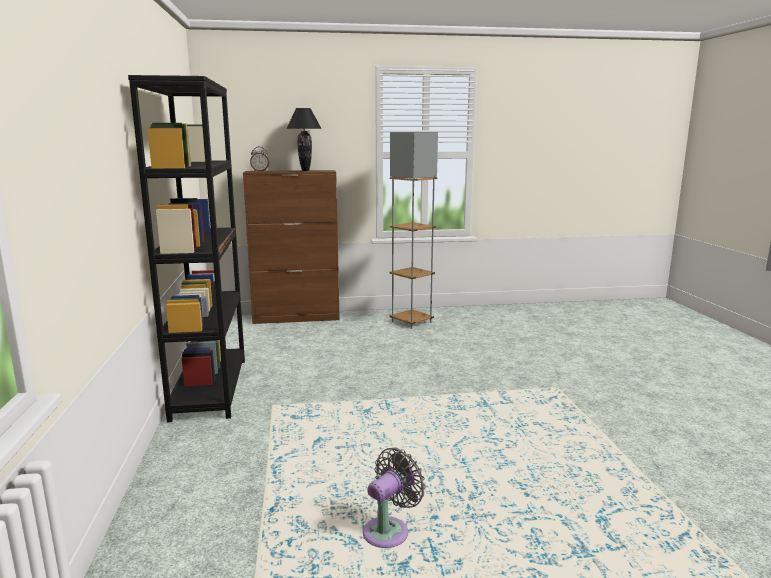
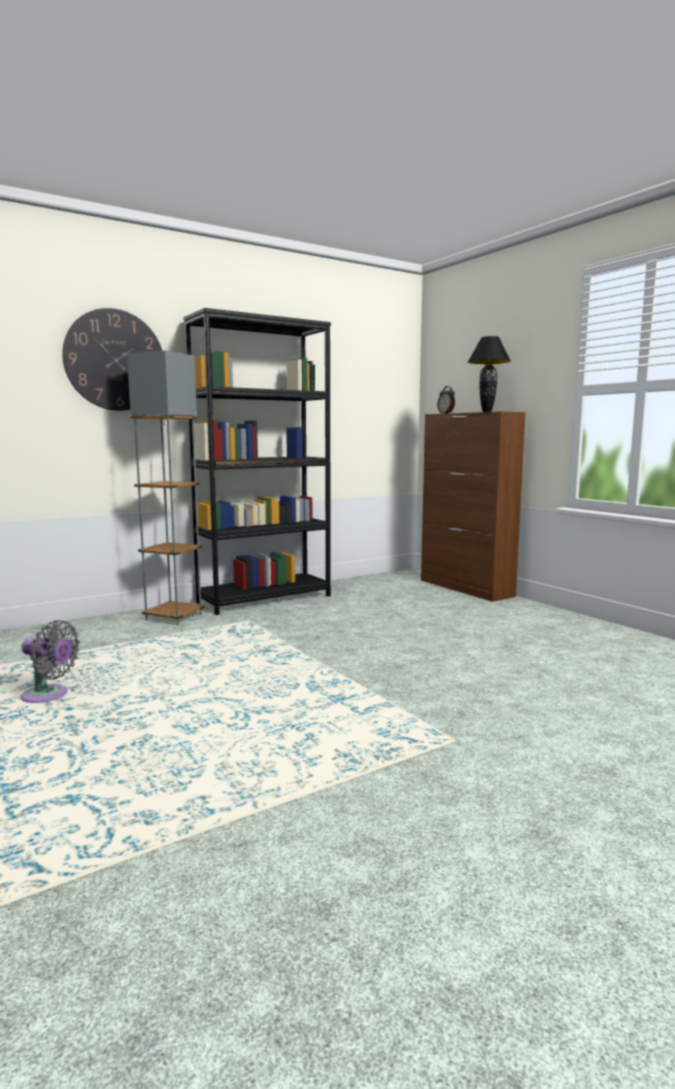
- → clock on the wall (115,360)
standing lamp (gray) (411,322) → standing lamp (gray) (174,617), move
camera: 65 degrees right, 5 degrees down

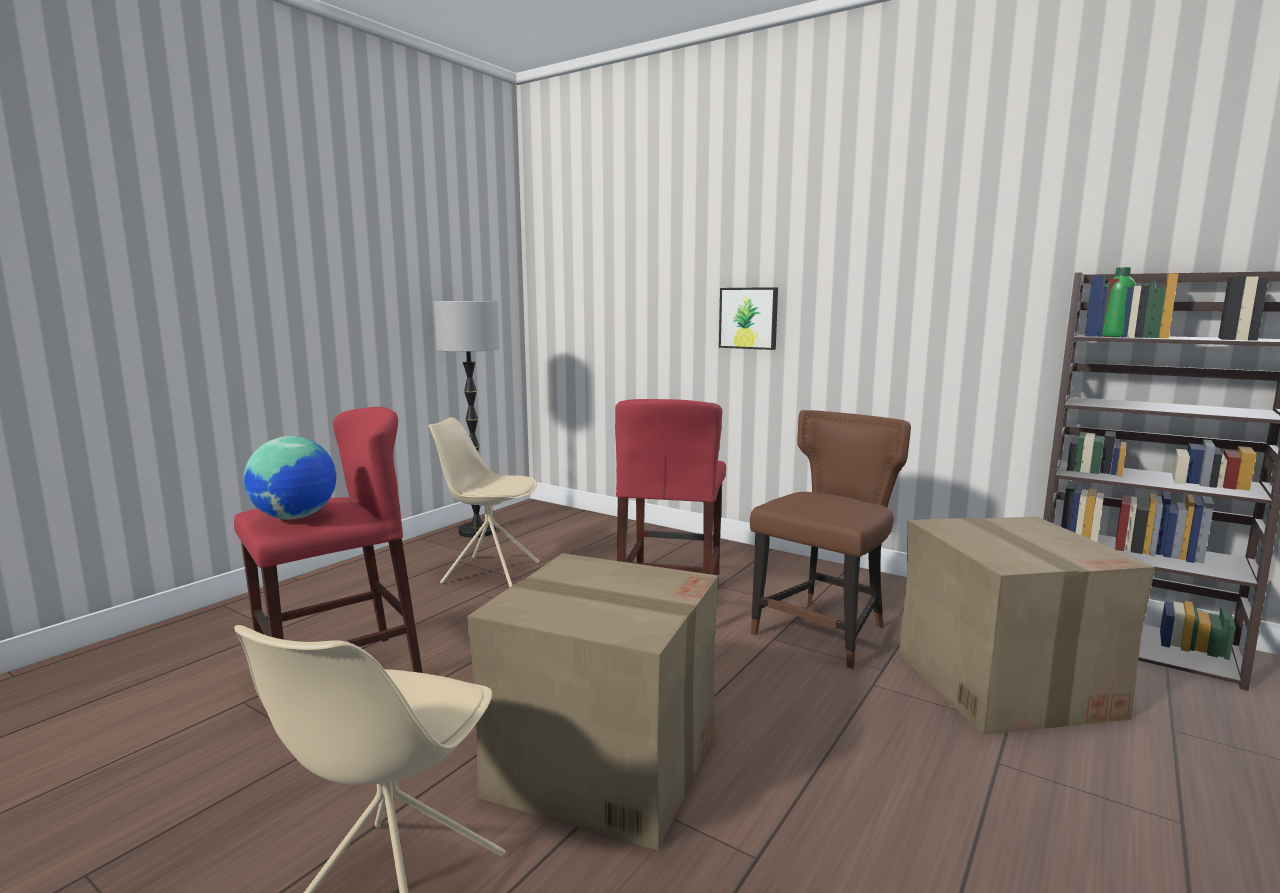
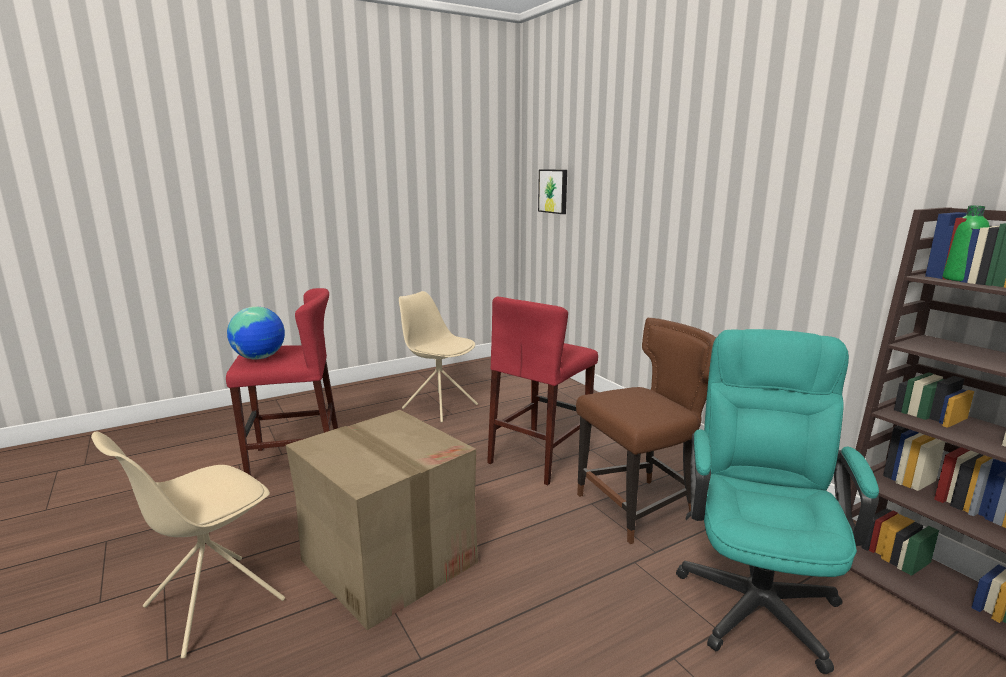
standing lamp (477,531) → -
wall picture (749,318) → wall picture (554,191), move
packing box (1003,682) → office chair (turquoise-coloured) (756,594)
camera: 25 degrees right, 5 degrees up

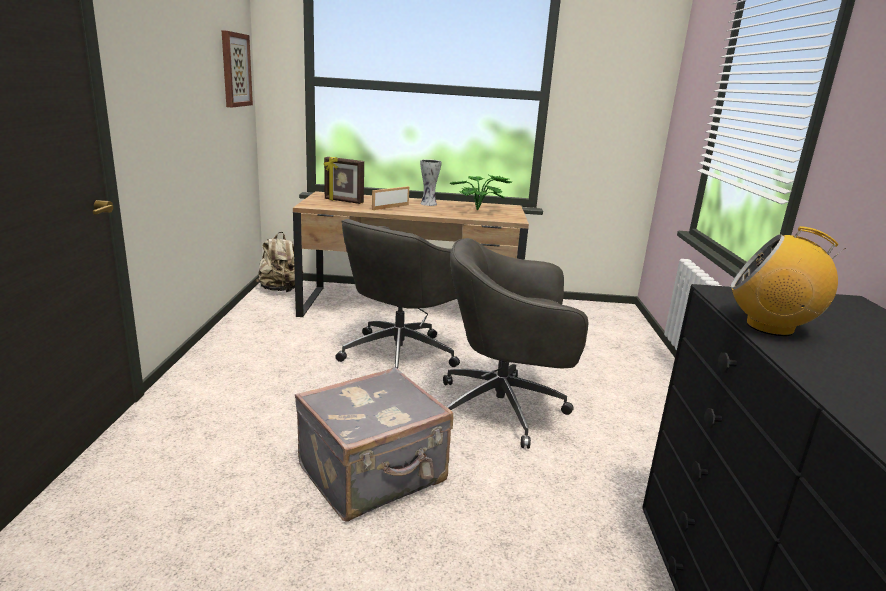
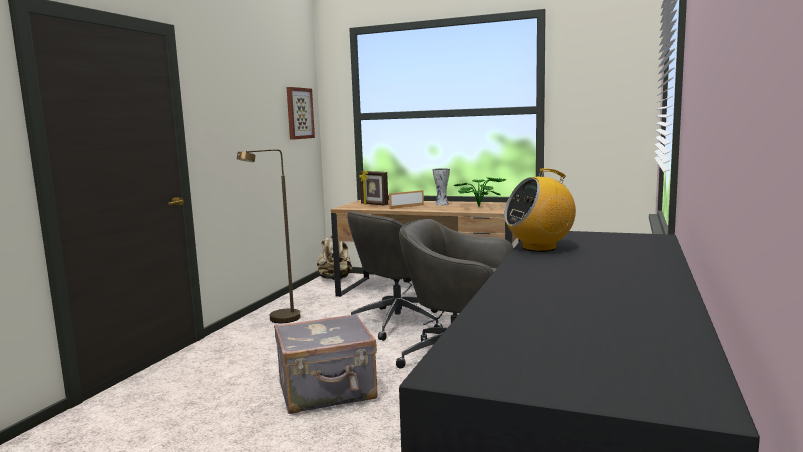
- → standing lamp (brown) (279,321)
radio receiver (770,327) → radio receiver (539,248), 60 degrees counterclockwise
camera: 20 degrees right, 10 degrees down

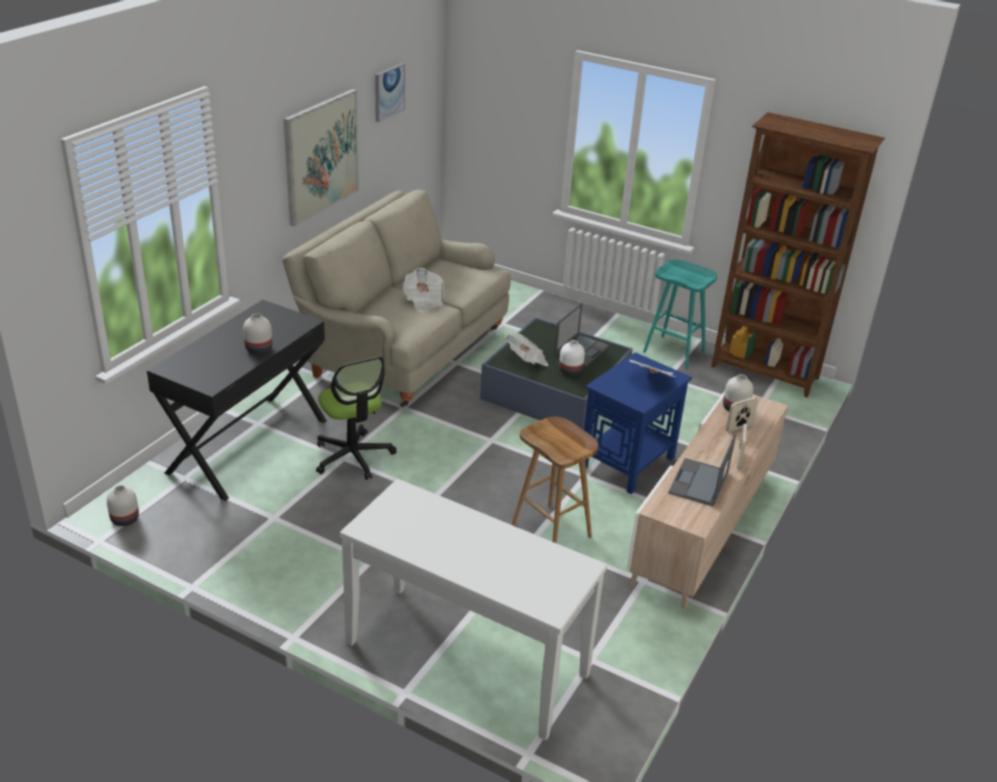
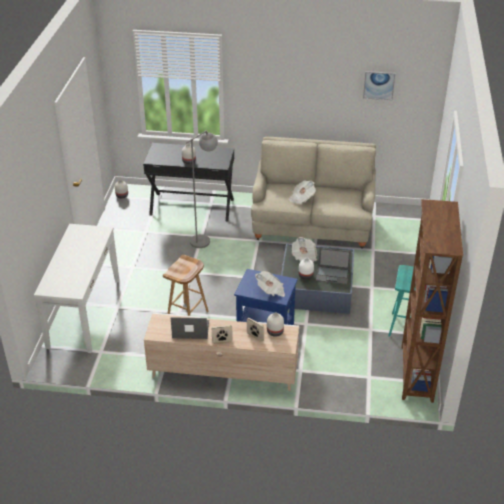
wall picture (321,156) → -
office chair (353,456) → standing lamp (gray) (204,238)
camera: 70 degrees right, 5 degrees up

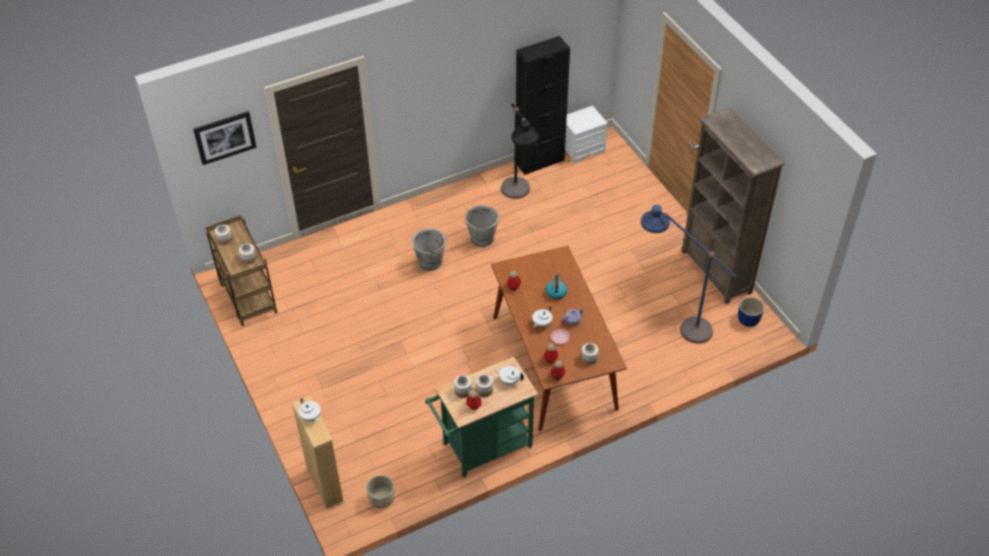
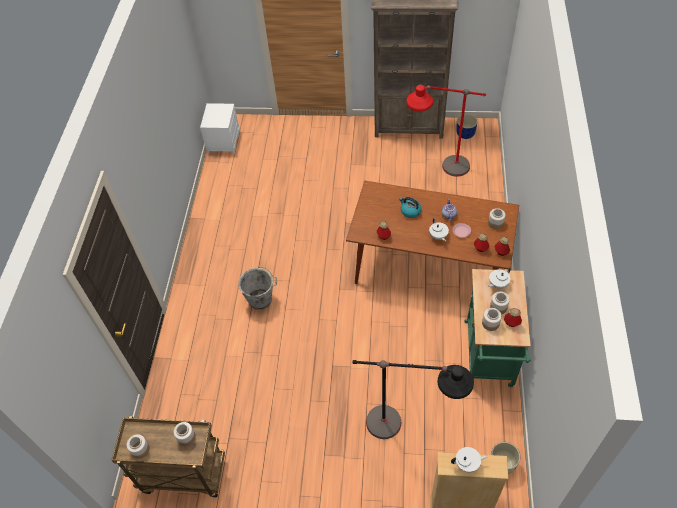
wall picture (225,137) → -
water bucket (gray) (482,239) → -
storage cabinet (black) (539,161) → -
standing lamp (black) (518,203) → standing lamp (black) (407,431), move
standing lamp (blue-coloured) (674,322) → standing lamp (red) (439,174)
camera: 55 degrees left, 5 degrees up

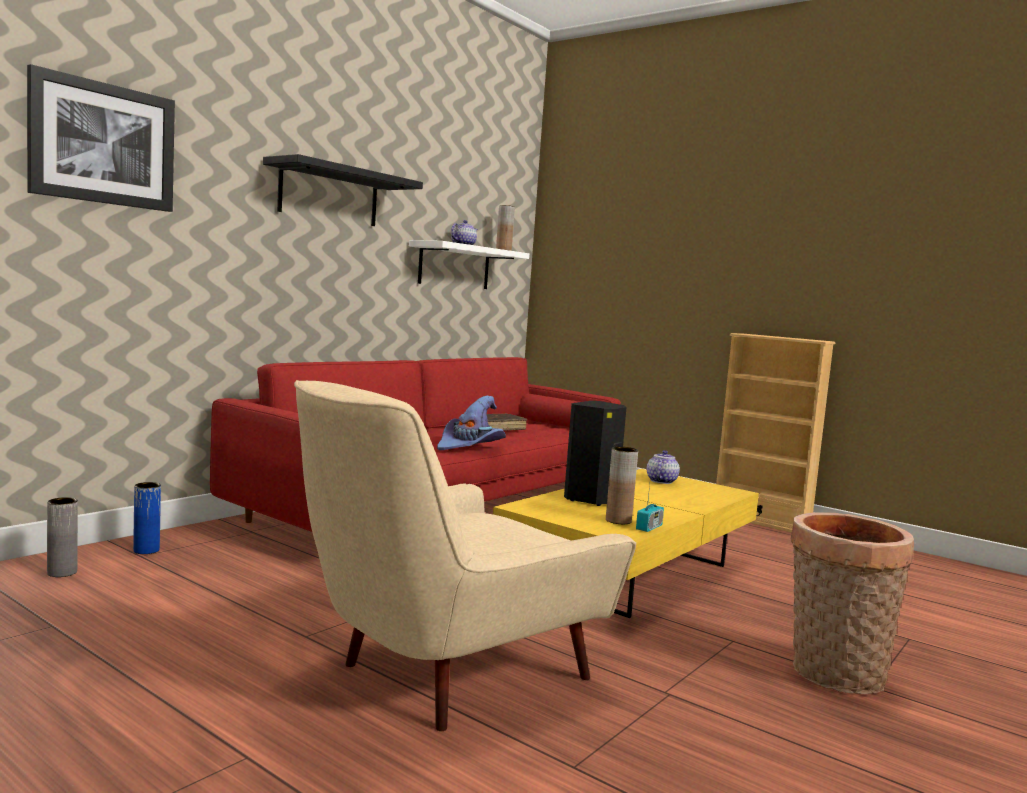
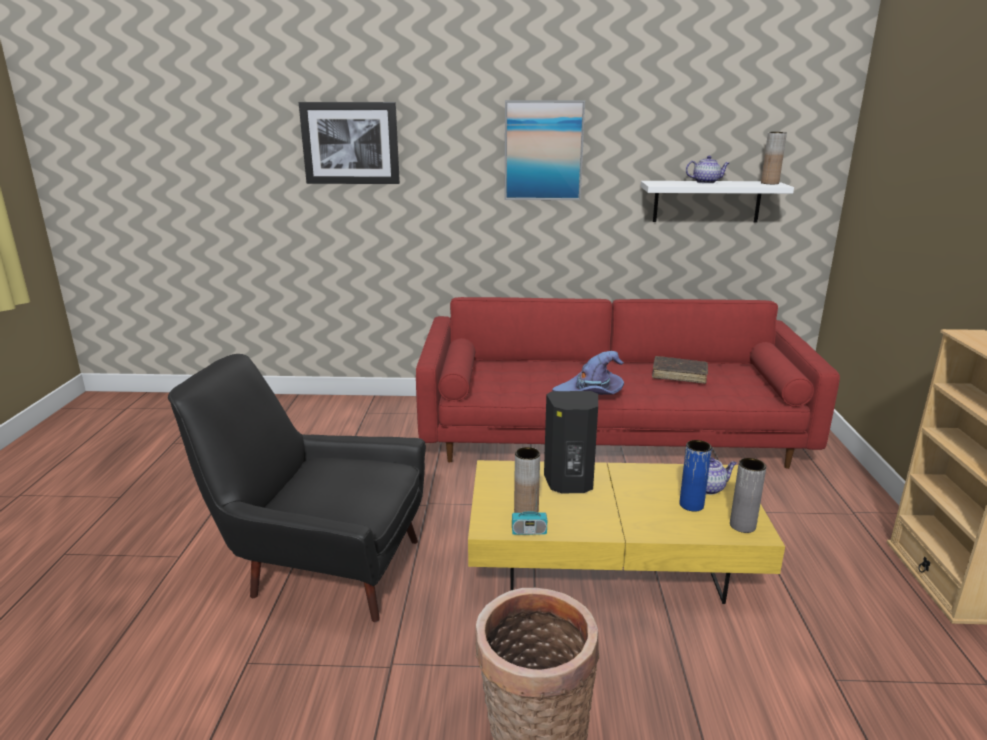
decorative vase (gray) (62,573) → decorative vase (gray) (742,526), move
decorative vase (blue-coloured) (146,550) → decorative vase (blue-coloured) (691,505), move
wall shelf (black) (329,195) → wall picture (543,150)
lounge chair (beige-coloured) (445,676) → lounge chair (black) (320,567)
camera: 55 degrees right, 15 degrees up

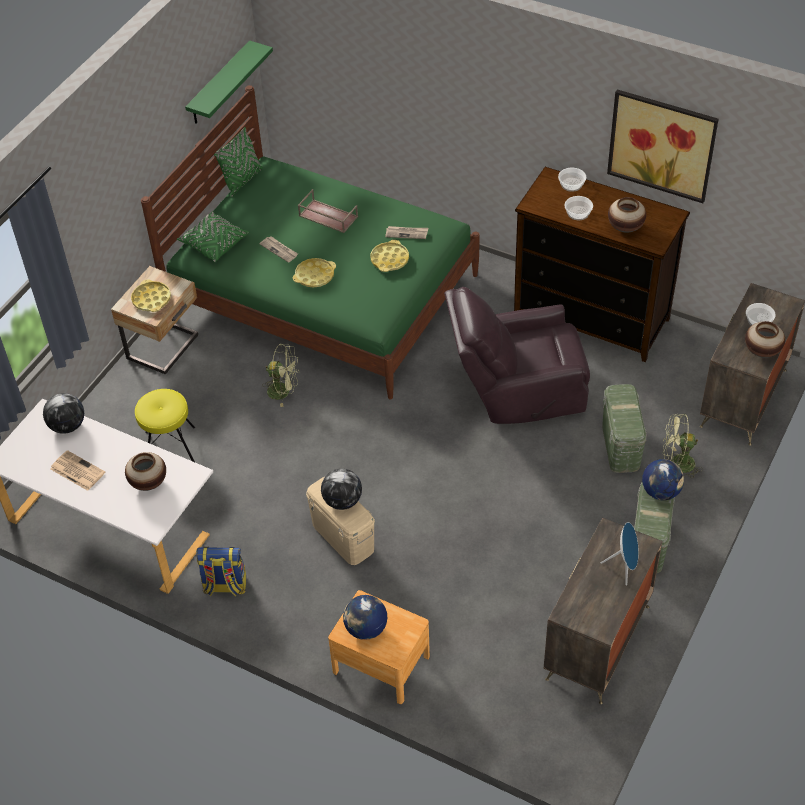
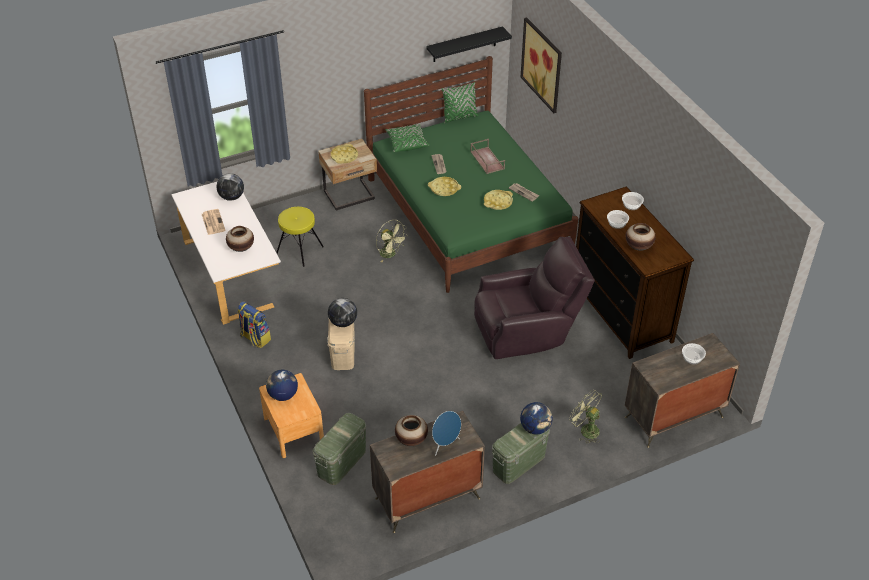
storage box (green) (620,445) → storage box (green) (341,462), move
wall picture (661,145) → wall picture (542,65), move
decorative vase (762,351) → decorative vase (411,440), move
wall shelf (green) (219,84) → wall shelf (black) (464,44)
lounge chair (brown) (517,391) → lounge chair (brown) (527,330), 135 degrees clockwise
camera: 35 degrees right, 5 degrees down

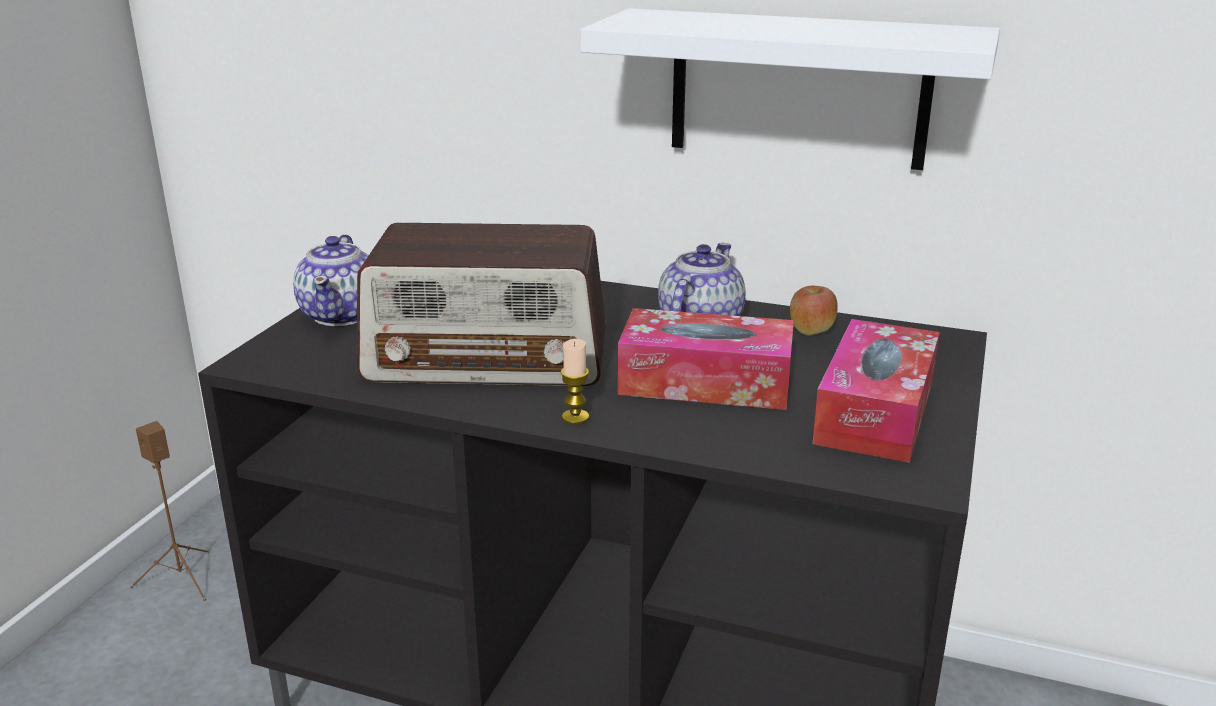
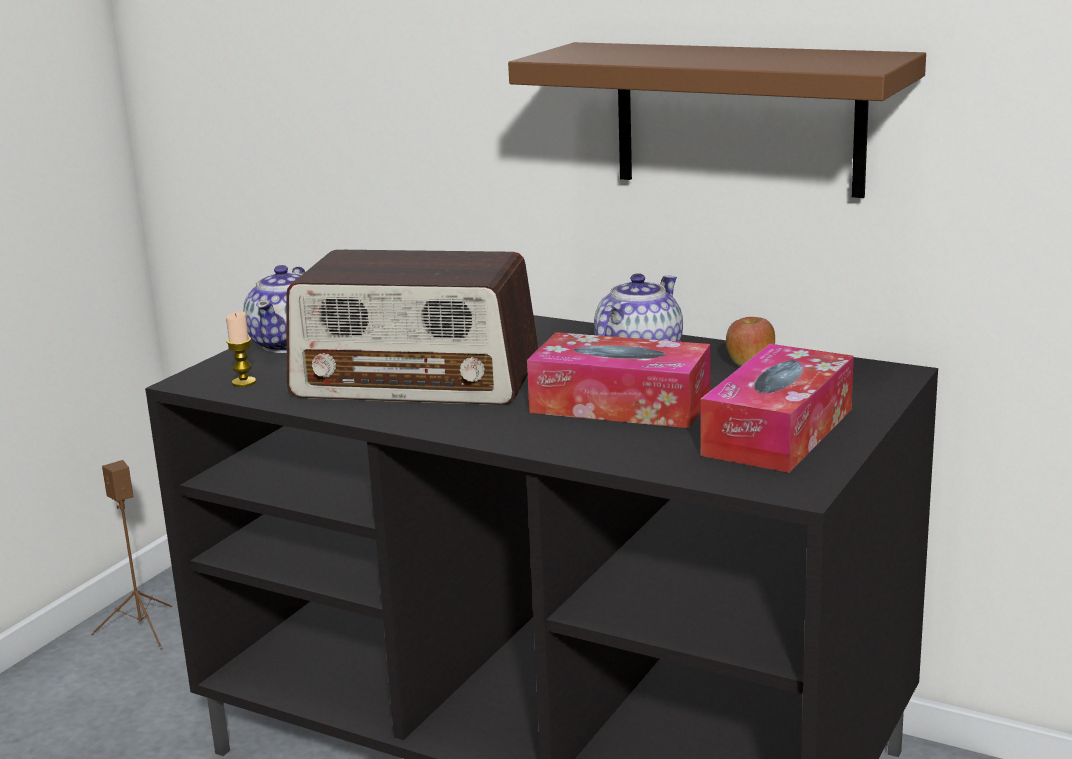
wax light (575,417) → wax light (244,382), move
wall shelf (whitish) (798,89) → wall shelf (brown) (738,118)
camera: 10 degrees right, 5 degrees down

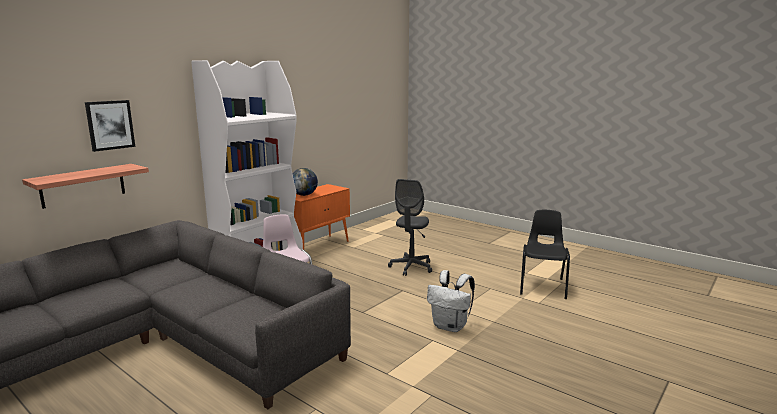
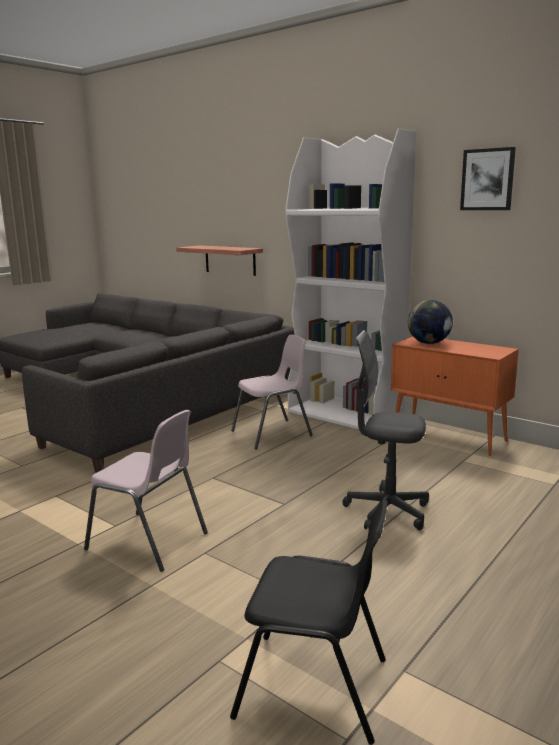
wall picture (110,125) → wall picture (487,179), move
knapsack (whitish) (450,326) → chair (pink) (149,541)
camera: 90 degrees right, 0 degrees up

